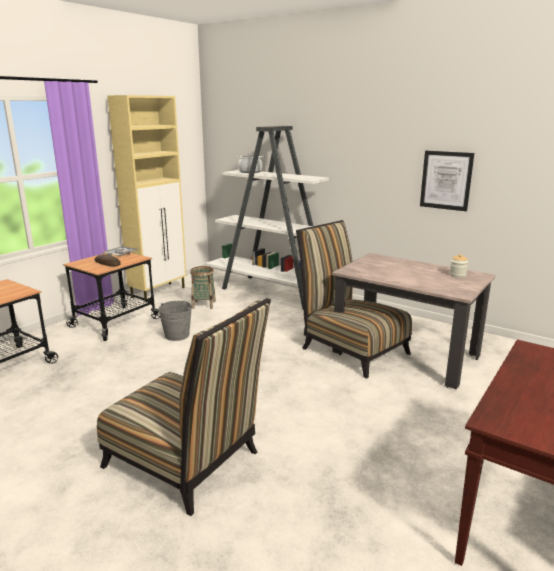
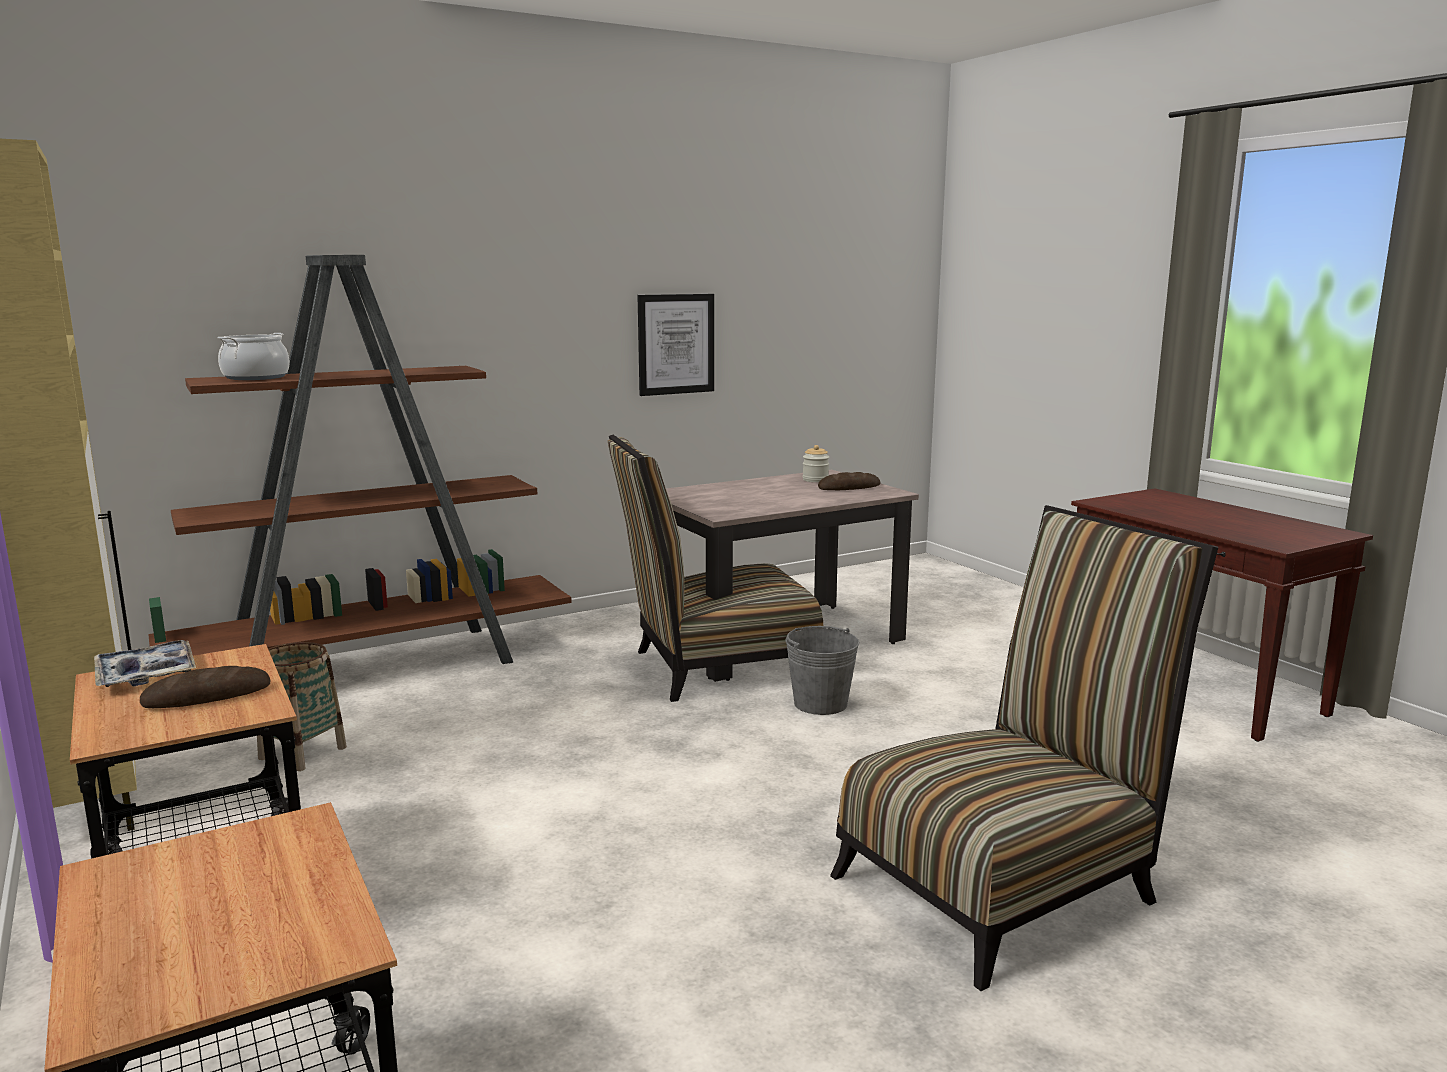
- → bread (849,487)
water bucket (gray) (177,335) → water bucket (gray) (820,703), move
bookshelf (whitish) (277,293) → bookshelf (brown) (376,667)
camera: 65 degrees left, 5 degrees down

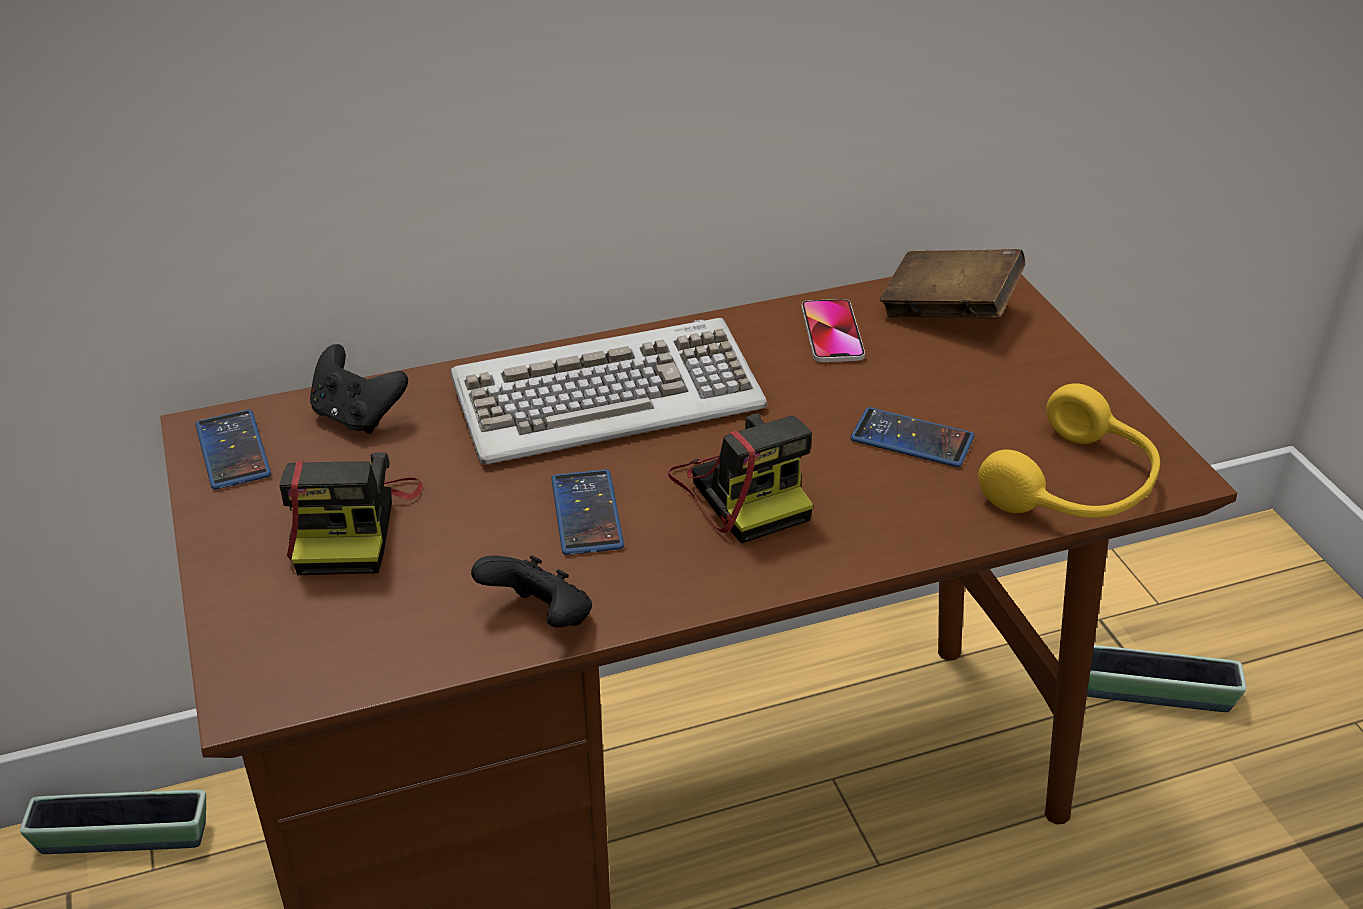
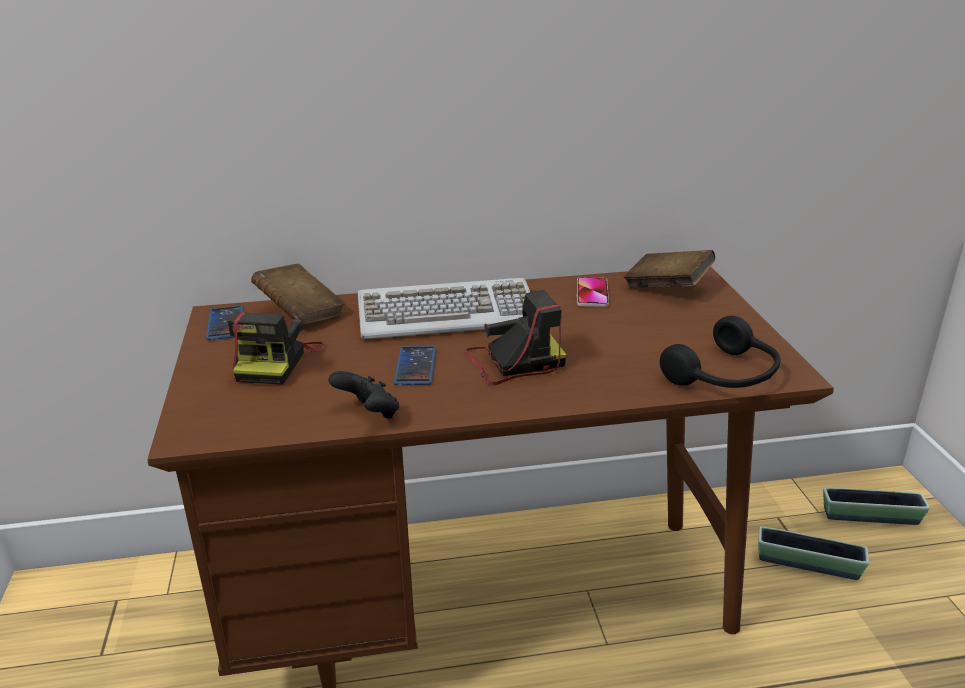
handset (912,439) → -
plant pot (124,838) → plant pot (870,517), move
joypad (black) (357,416) → volume (brown) (301,313)
headphones (yellowish) (1076,487) → headphones (black) (725,376)
still camera (743,490) → still camera (513,363), 90 degrees counterclockwise
camera: 10 degrees right, 10 degrees down

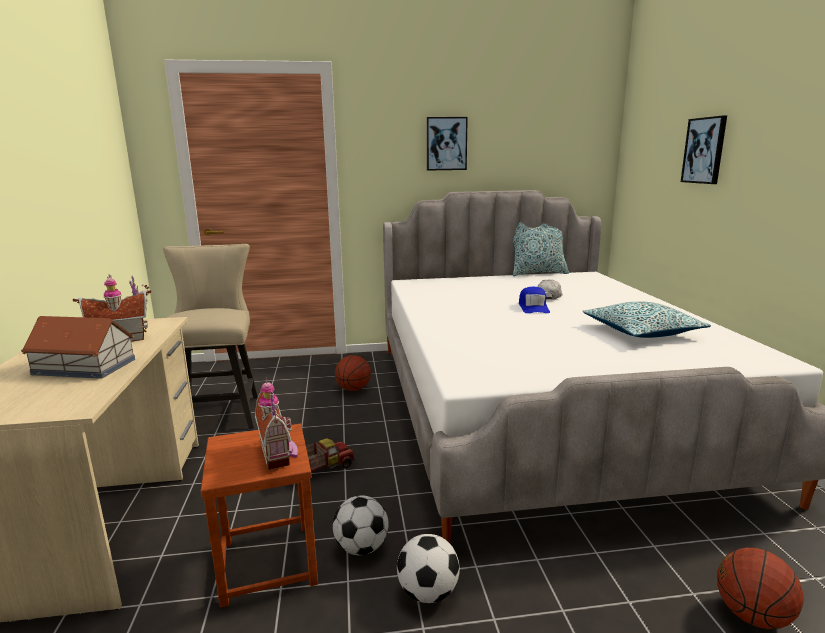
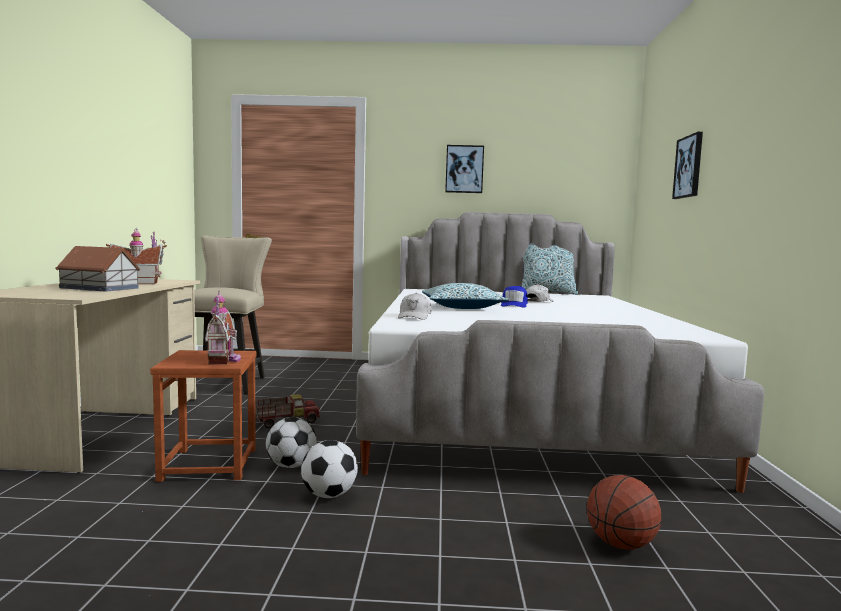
basketball (353,389) → -
- → peaked cap (whitish) (414,316)
cushion (641,331) → cushion (462,307), move
camera: 10 degrees right, 10 degrees down

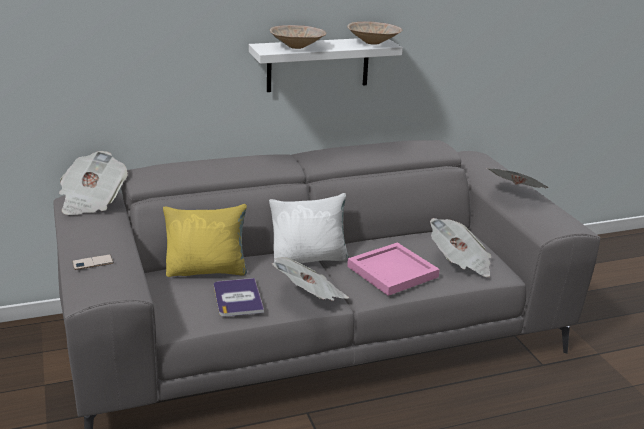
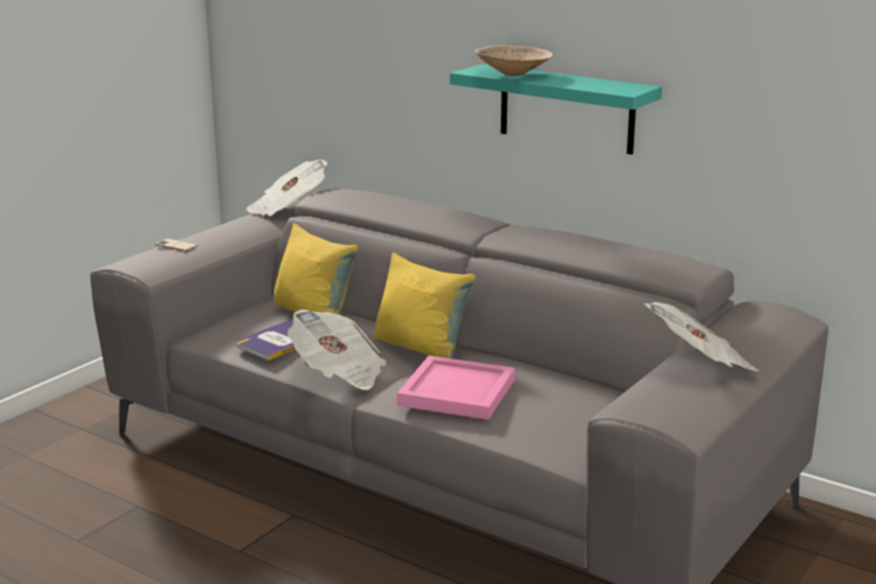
bowl (beige-coloured) (374,43) → -
printed paper (460,263) → -
wall shelf (whitish) (318,64) → wall shelf (turquoise-coloured) (566,109)
cushion (whitish) (309,258) → cushion (yellowish) (421,348)
camera: 55 degrees right, 5 degrees down

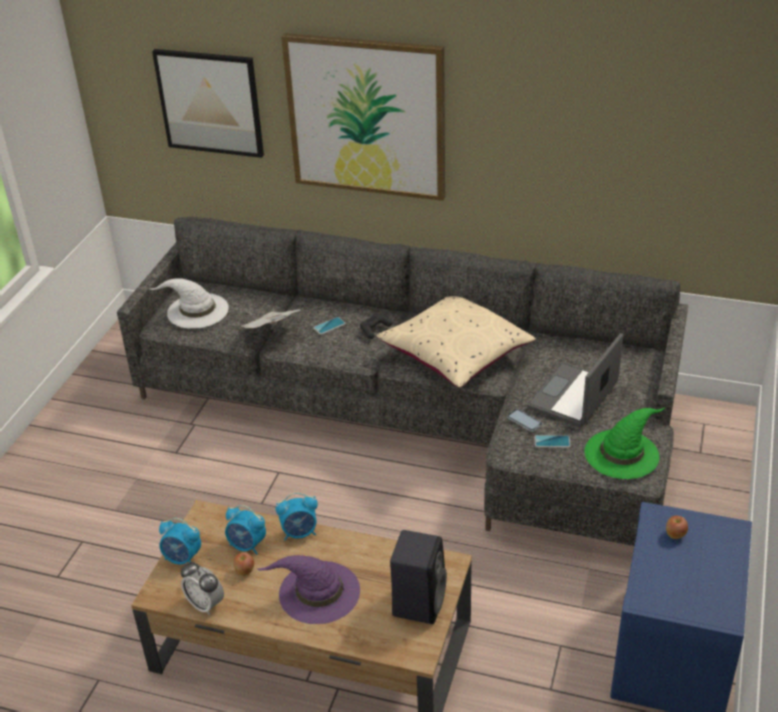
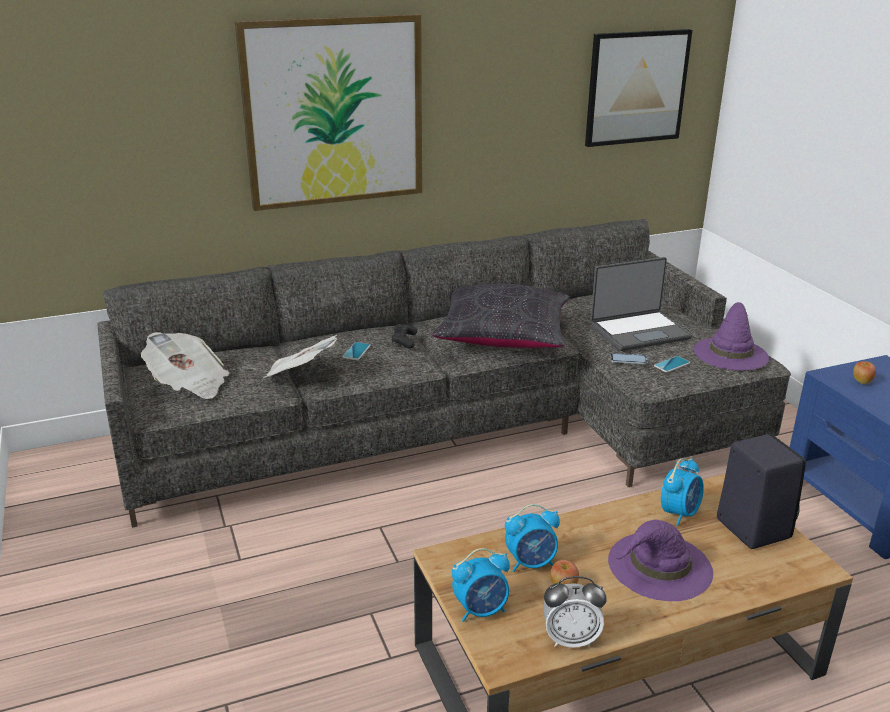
wall picture (210,102) → wall picture (636,87), move
alarm clock (300,533) → alarm clock (679,513), move
hat (whitish) (196,311) → printed paper (189,384)
cushion (beige-coloured) (455,354) → cushion (black) (503,335)
hat (green) (622,453) → hat (purplish) (730,353)
laptop (574,397) → laptop (639,331), 105 degrees counterclockwise
camera: 40 degrees left, 10 degrees down

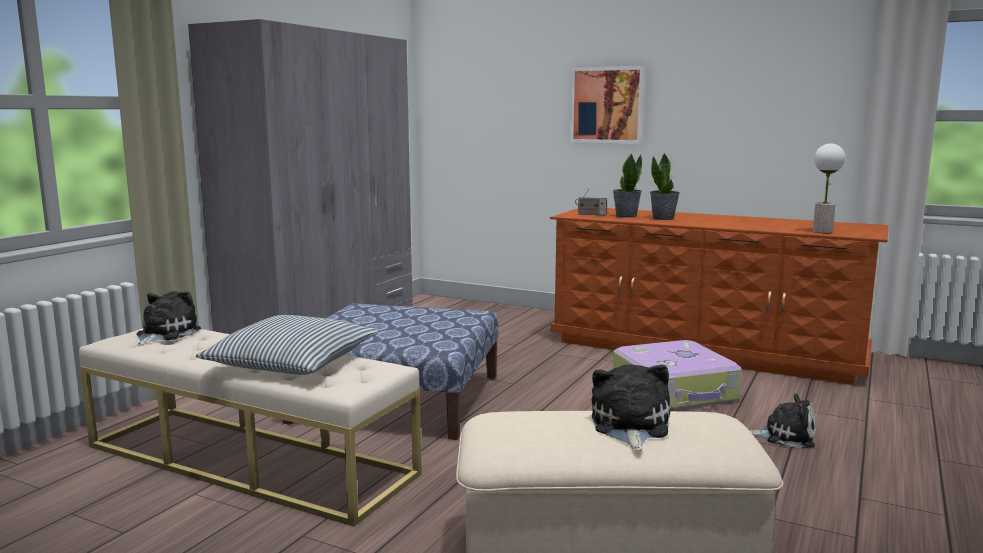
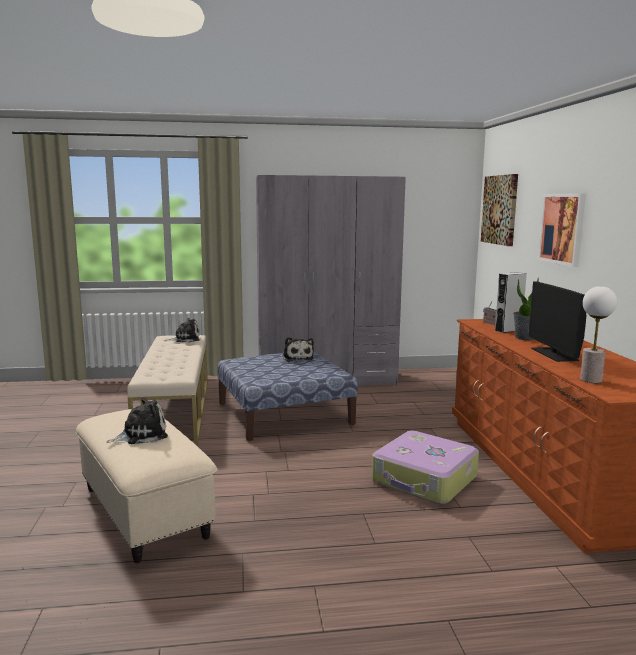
cushion (292,362) → -
- → wall picture (500,210)
- → computer display (554,354)
cuddly toy (785,436) → cuddly toy (297,358), move
plant in a pot (626,216) → speaker (gray) (508,330)
camera: 55 degrees right, 0 degrees up

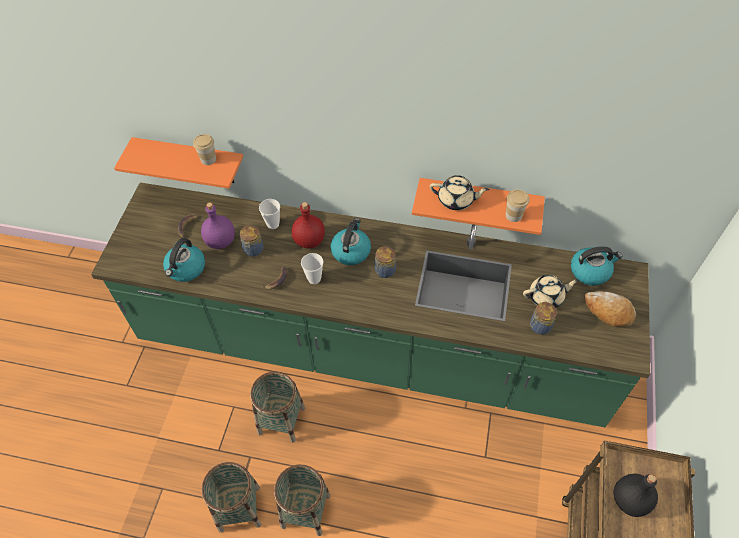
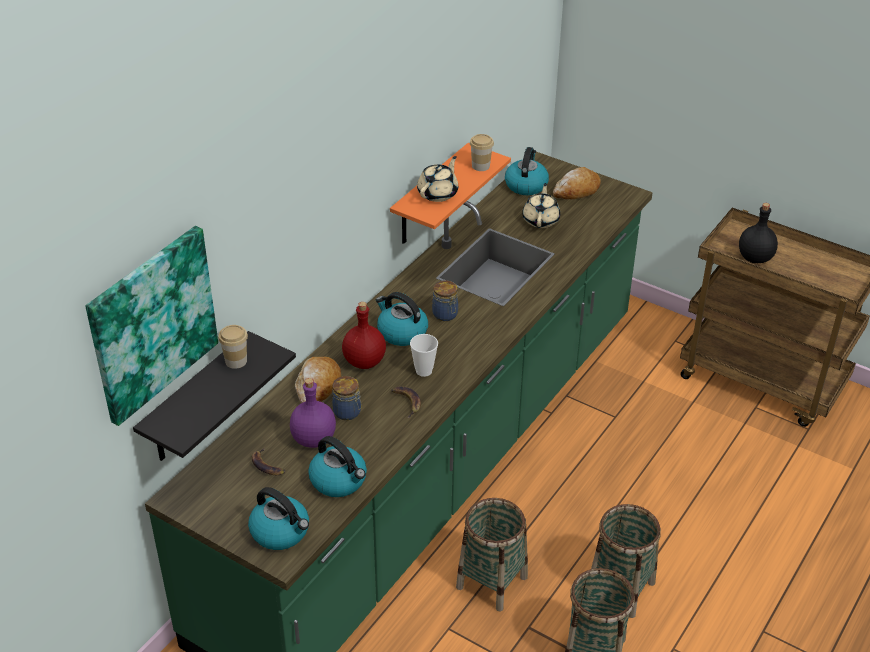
storage jar (539,326) → -
- → wall picture (152,323)
- → tea kettle (281,532)
small cup (273,224) → bread (318,386)
wall shelf (orangey) (191,161) → wall shelf (black) (196,401)
camera: 70 degrees left, 15 degrees down

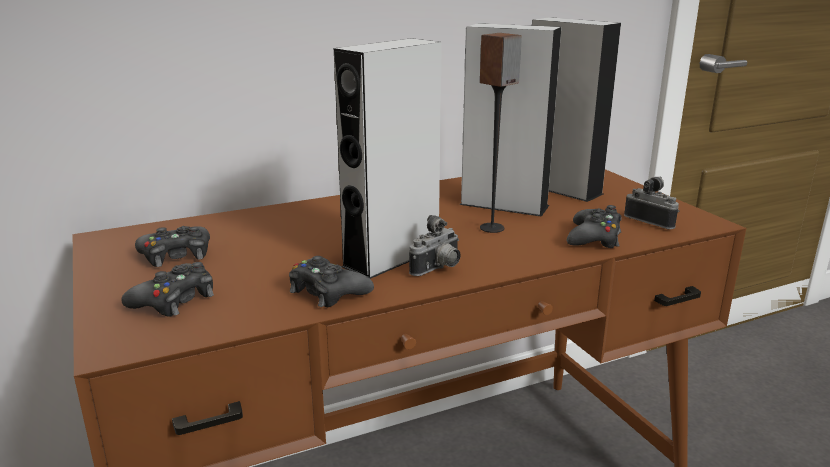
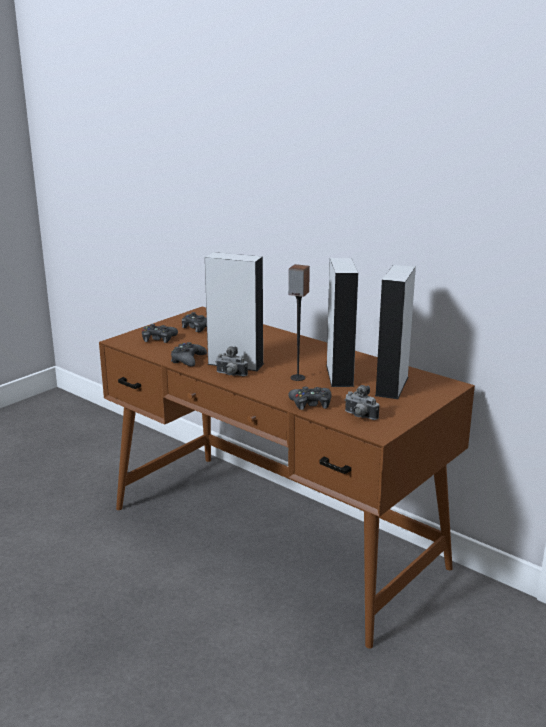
still camera (651,221) → still camera (359,416), 105 degrees clockwise
camera: 65 degrees right, 0 degrees up

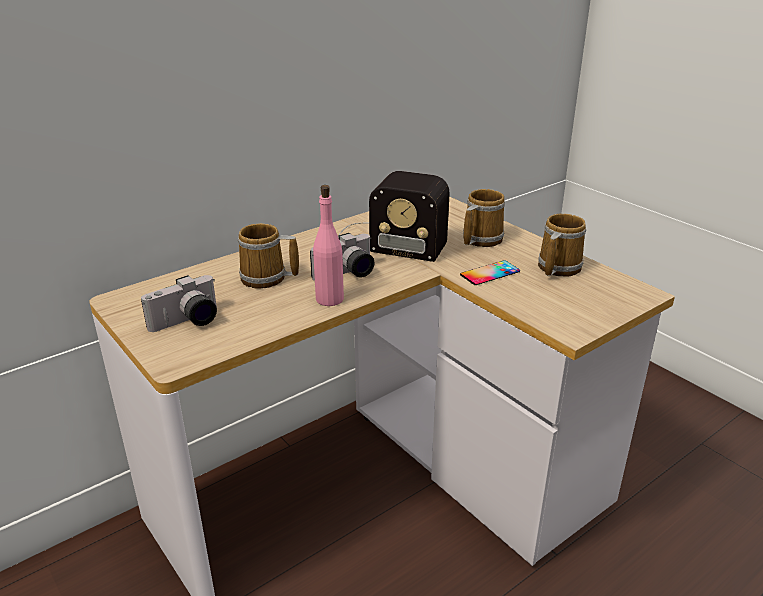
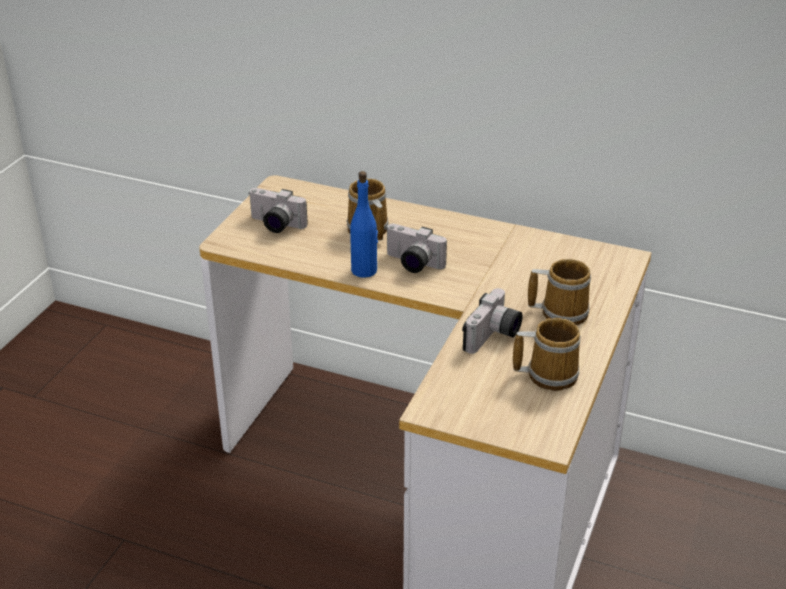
radio receiver (386,241) → -
handset (490,273) → still camera (493,337)
bottle (pink) (330,299) → bottle (blue-coloured) (364,270)
camera: 60 degrees right, 5 degrees up

